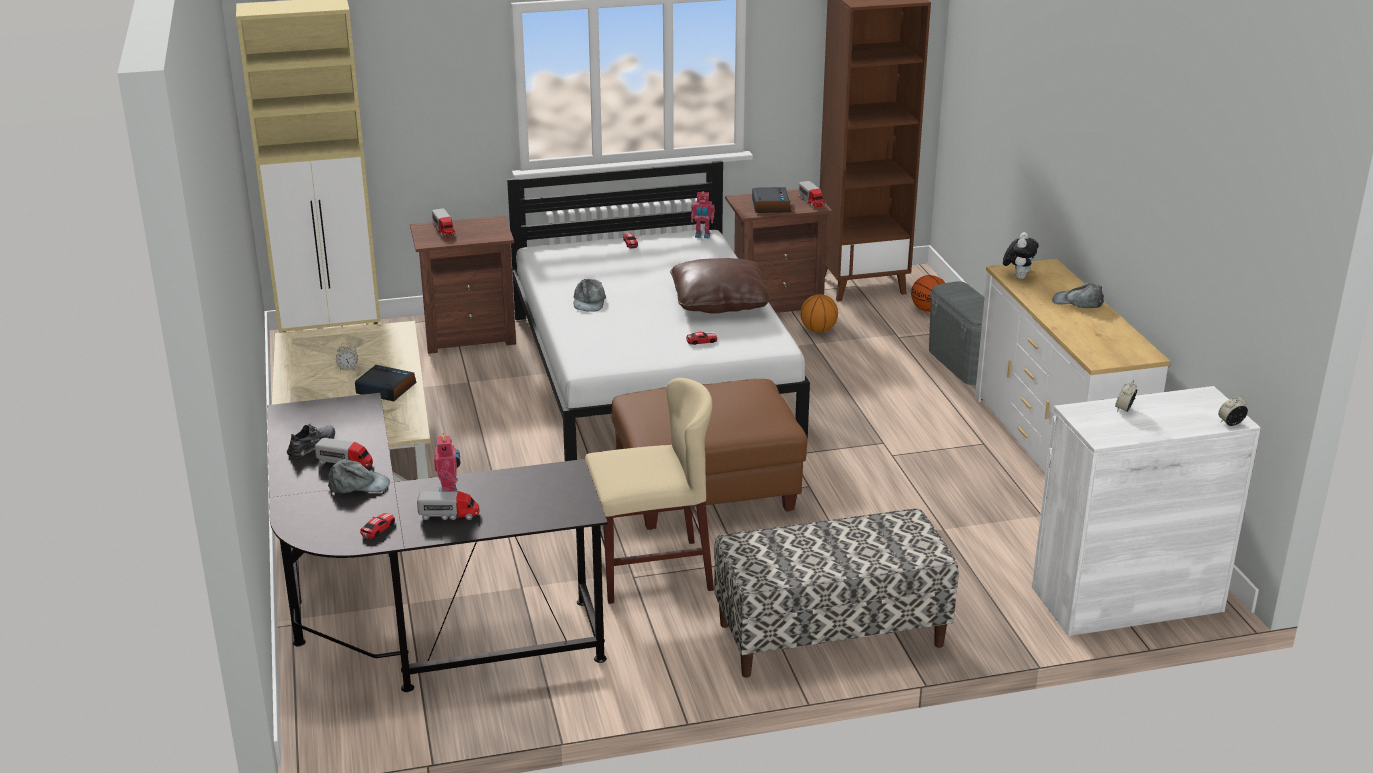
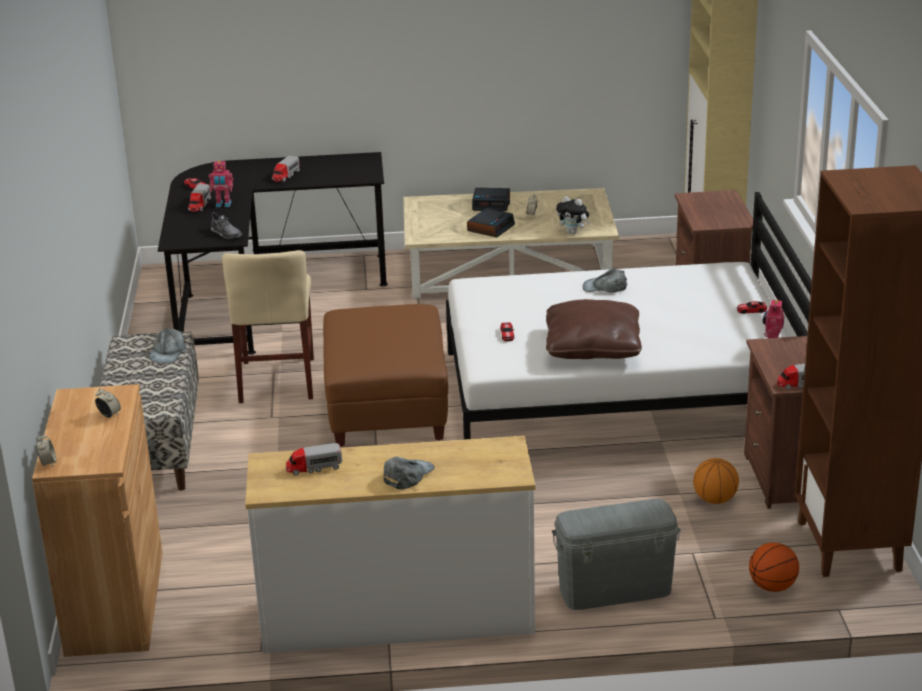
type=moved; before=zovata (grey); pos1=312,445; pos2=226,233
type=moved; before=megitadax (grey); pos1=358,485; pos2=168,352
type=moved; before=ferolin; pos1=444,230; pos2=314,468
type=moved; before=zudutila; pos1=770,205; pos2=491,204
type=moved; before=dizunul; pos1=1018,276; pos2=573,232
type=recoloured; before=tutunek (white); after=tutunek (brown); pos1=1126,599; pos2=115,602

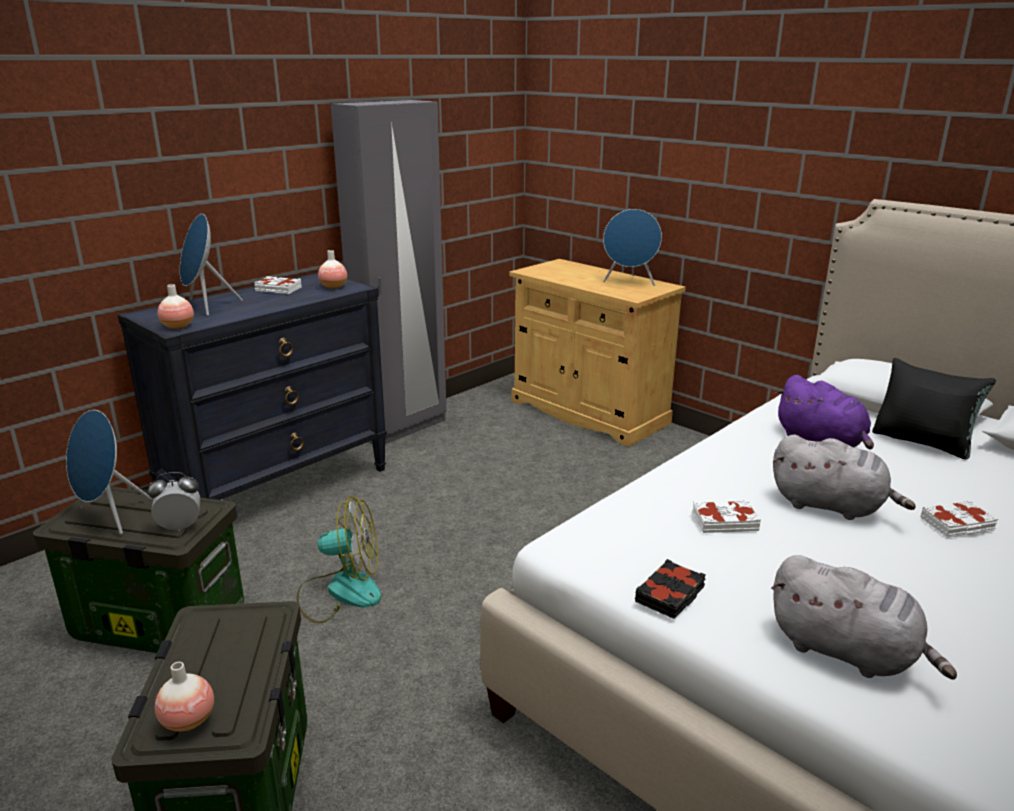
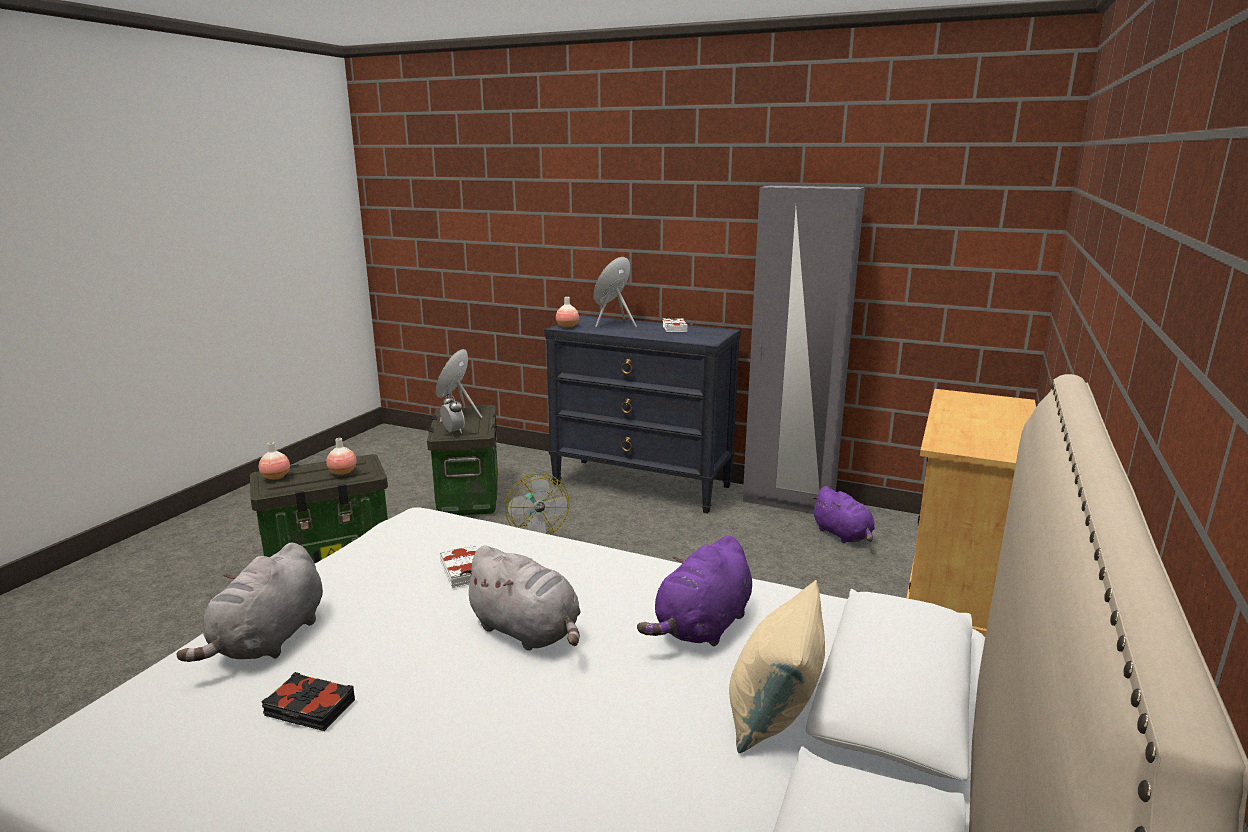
type=removed; before=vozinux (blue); pos1=629,282
type=removed; before=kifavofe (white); pos1=957,525
type=added; after=dizunul (purple); pos2=843,535
type=moved; before=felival; pos1=333,287; pos2=342,472
type=moved; before=kifavofe (black); pos1=670,595; pos2=309,708
type=recoloured; before=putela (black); after=putela (beige); pos1=922,442; pos2=773,713
type=turned; before=dizunul (grey); pos1=831,506; pos2=527,631; turn=-60

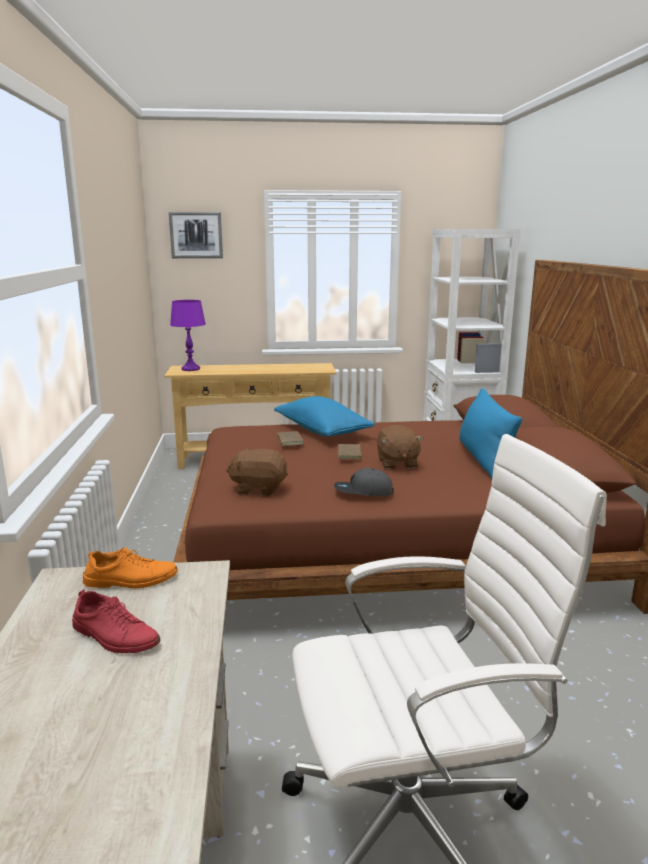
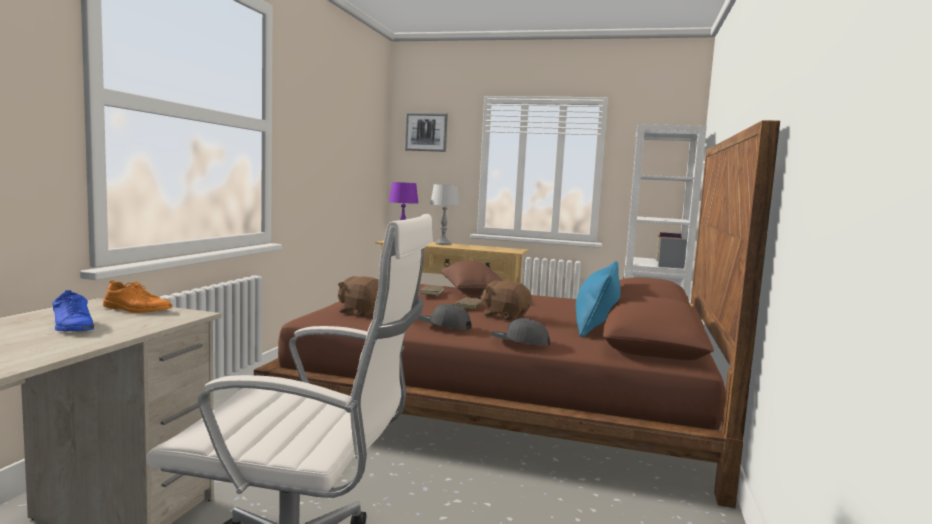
type=added; after=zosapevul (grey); pos2=443,244
type=added; after=megitadax (grey); pos2=519,342
type=recoloured; before=zovata (red); after=zovata (blue); pos1=115,636; pos2=73,326
type=recoloured; before=putela (blue); after=putela (brown); pos1=322,431; pos2=472,292
type=turned; before=dizunul (brown); pos1=397,463; pos2=505,316; turn=105

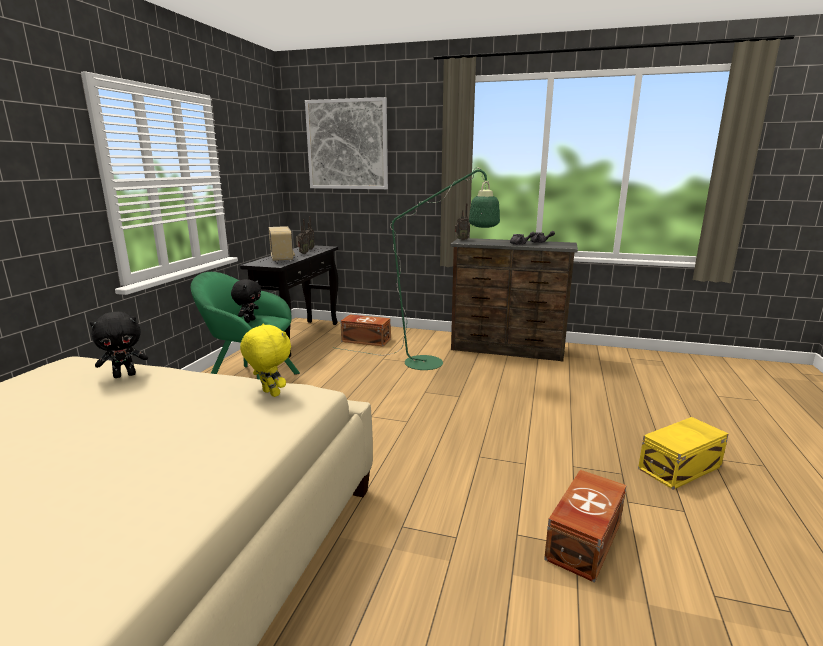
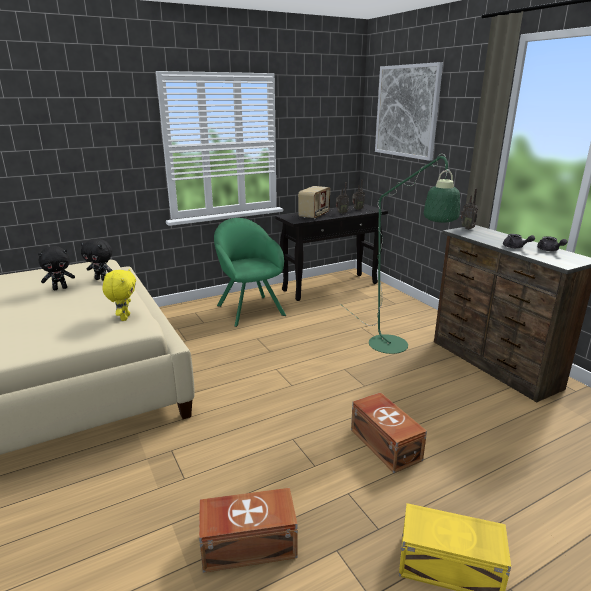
type=moved; before=dizunul (black); pos1=249,321; pos2=60,288
type=moved; before=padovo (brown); pos1=365,340; pos2=385,443

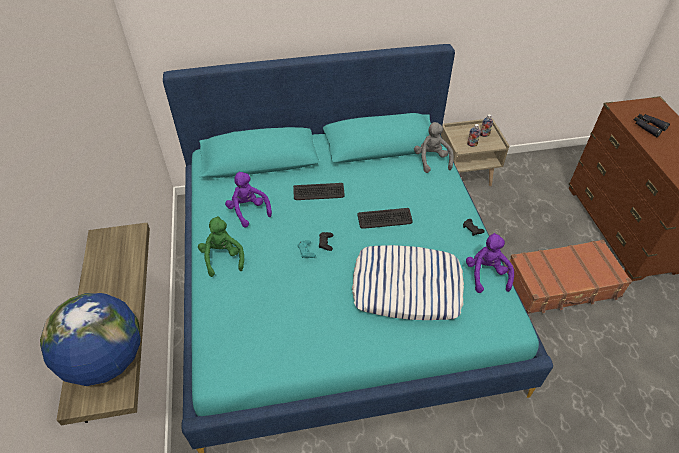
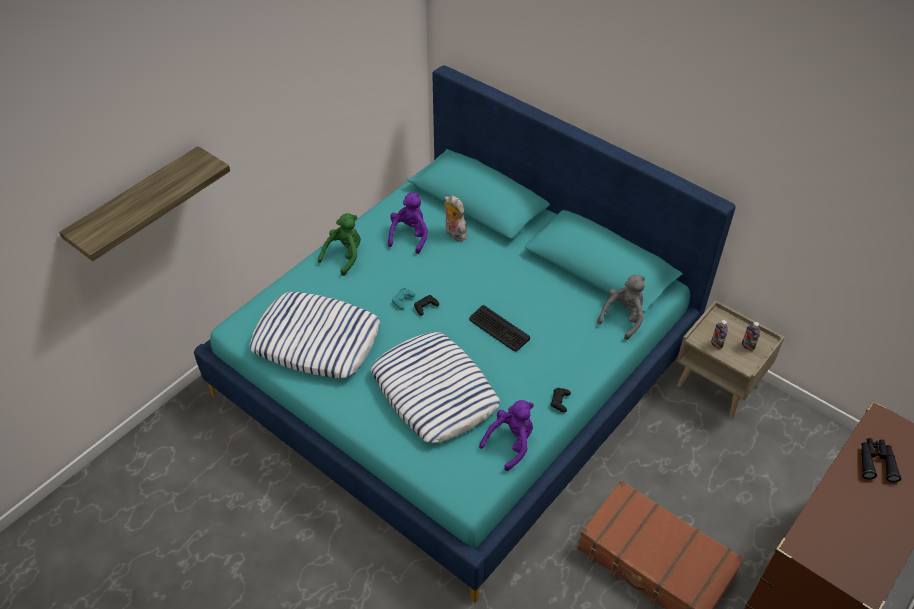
type=removed; before=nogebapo; pos1=106,360
type=removed; before=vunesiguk; pos1=318,192
type=added; after=putela; pos2=317,341
type=added; after=dizunul; pos2=454,234

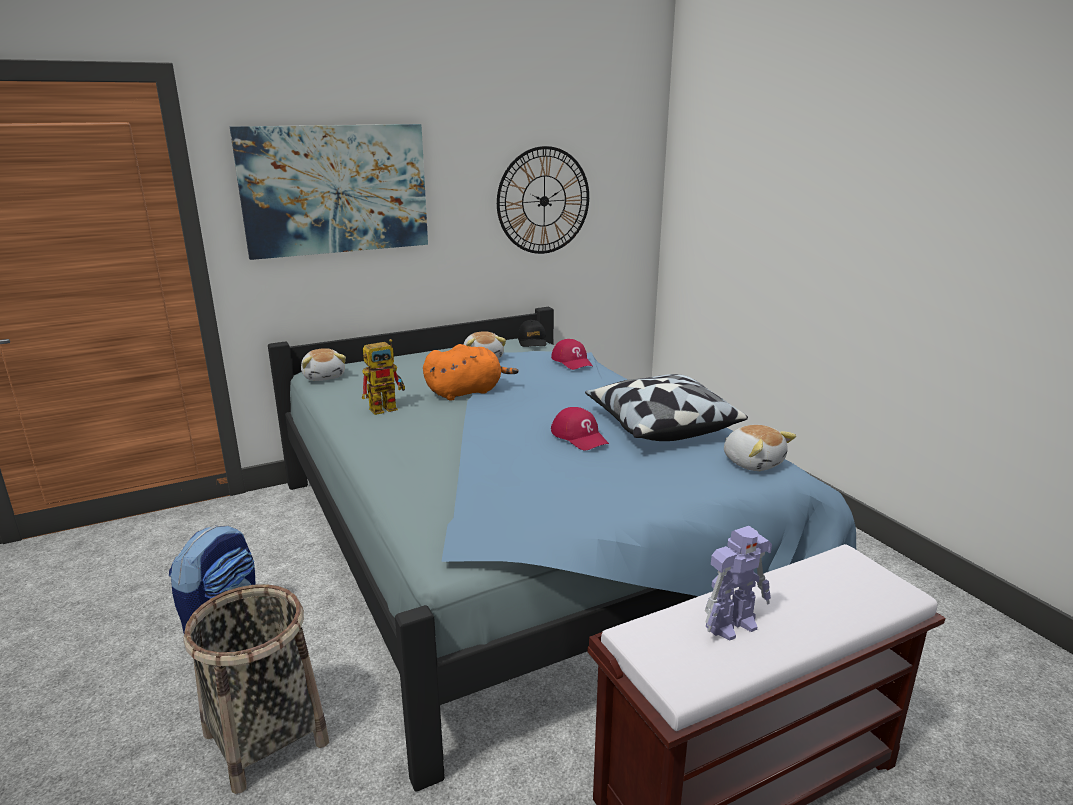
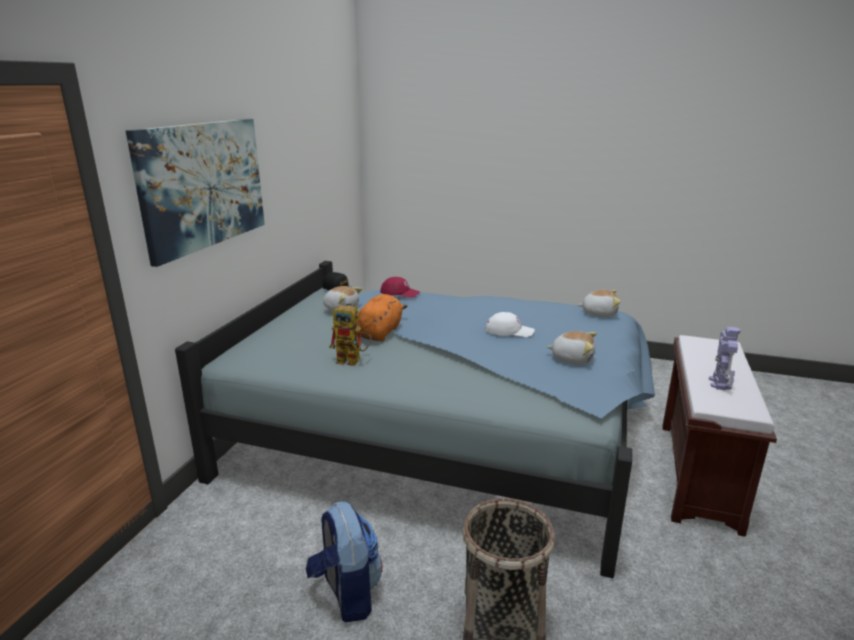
type=removed; before=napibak; pos1=544,201
type=removed; before=putela; pos1=660,426
type=moved; before=dizunul; pos1=324,376; pos2=572,358
type=recoloured; before=megitadax (red); after=megitadax (white); pos1=579,436; pos2=509,331
type=turned; before=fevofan; pos1=388,407; pos2=353,361; turn=90

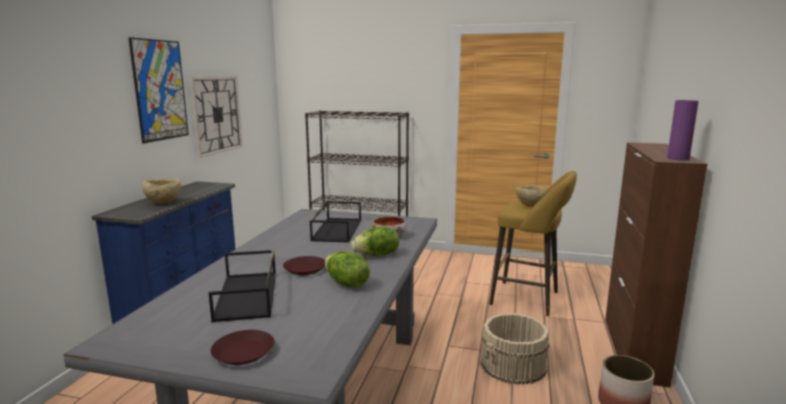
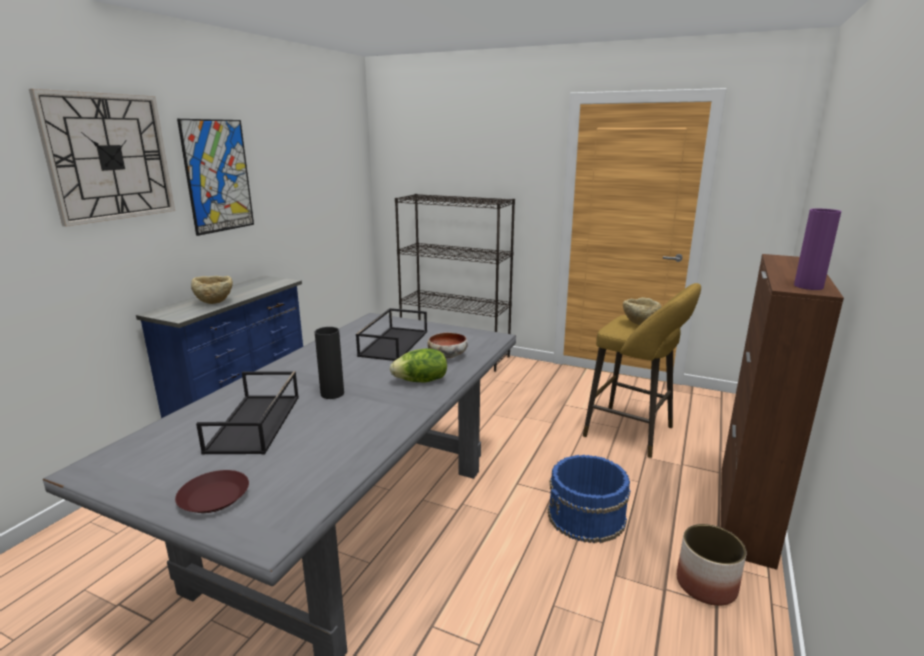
type=removed; before=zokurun; pos1=346,283
type=moved; before=napibak; pos1=216,115; pos2=109,157
type=replaced; before=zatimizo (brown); after=felival (black); pos1=304,269; pos2=332,394
type=recoloured; before=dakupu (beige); after=dakupu (blue); pos1=513,365; pos2=586,517

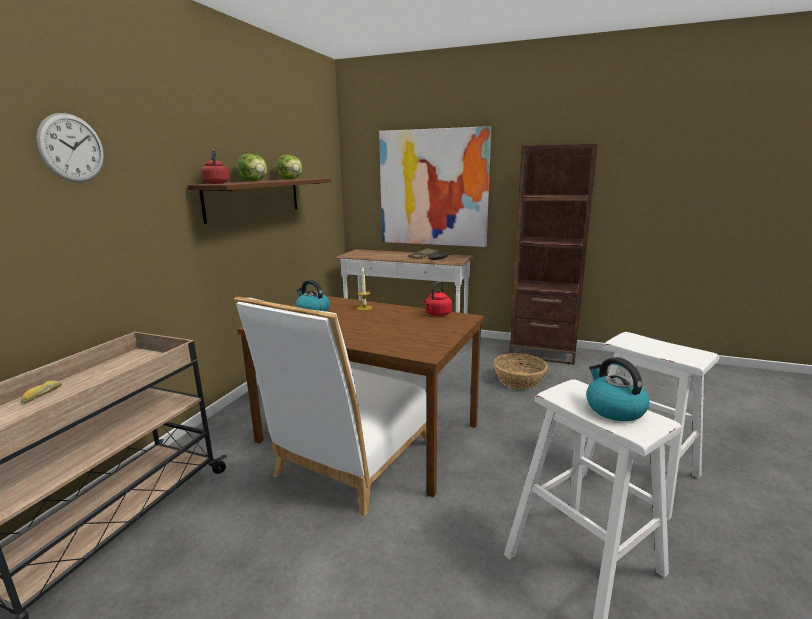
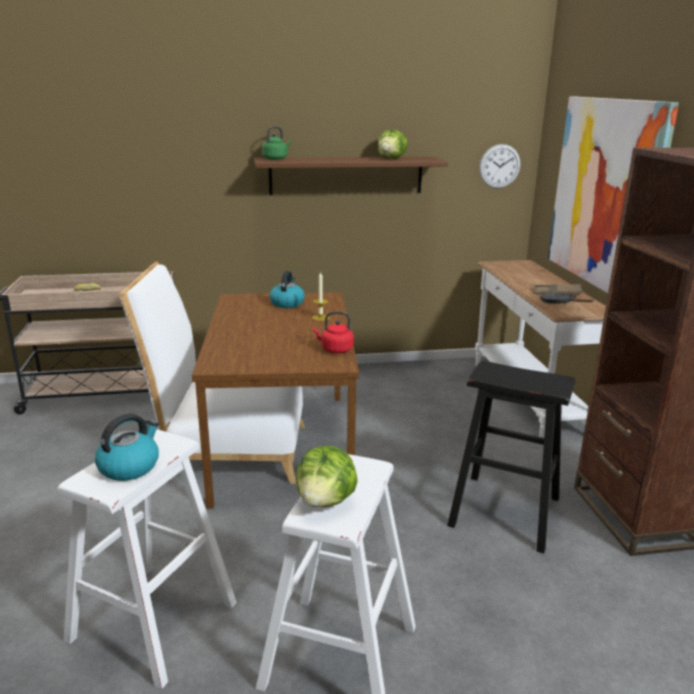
type=moved; before=napibak; pos1=71,148; pos2=499,166
type=moved; before=zokurun; pos1=254,181; pos2=326,501
type=replaced; before=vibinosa; after=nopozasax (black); pos1=519,380; pos2=505,511
type=recoloured; before=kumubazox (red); after=kumubazox (green); pos1=216,183; pos2=276,159

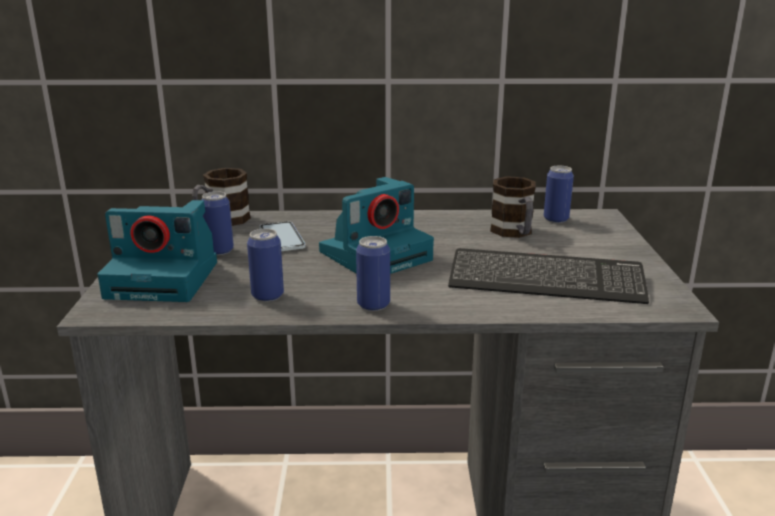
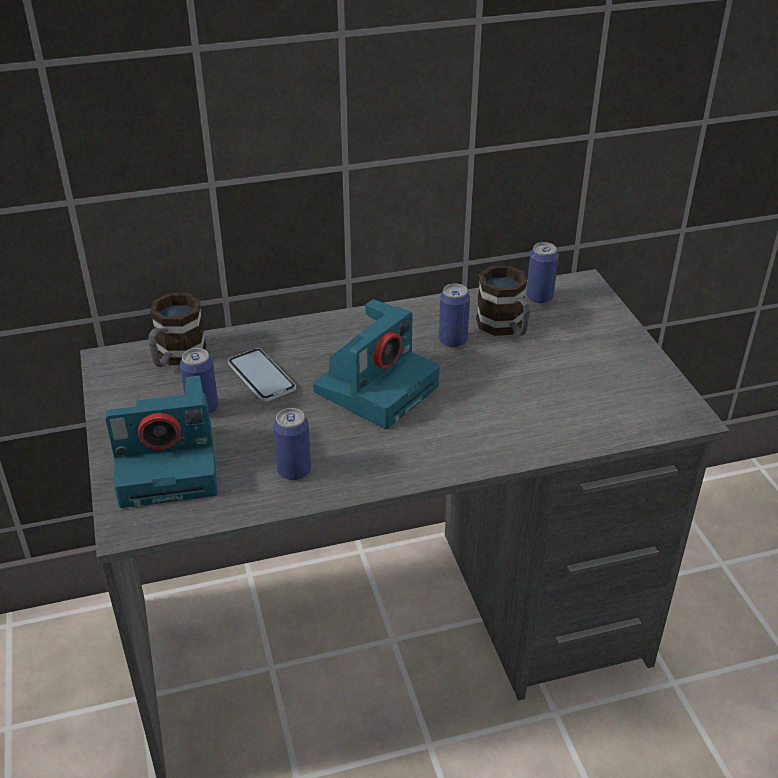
type=removed; before=vunesiguk; pos1=545,280
type=moved; before=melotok; pos1=373,304; pos2=453,341

